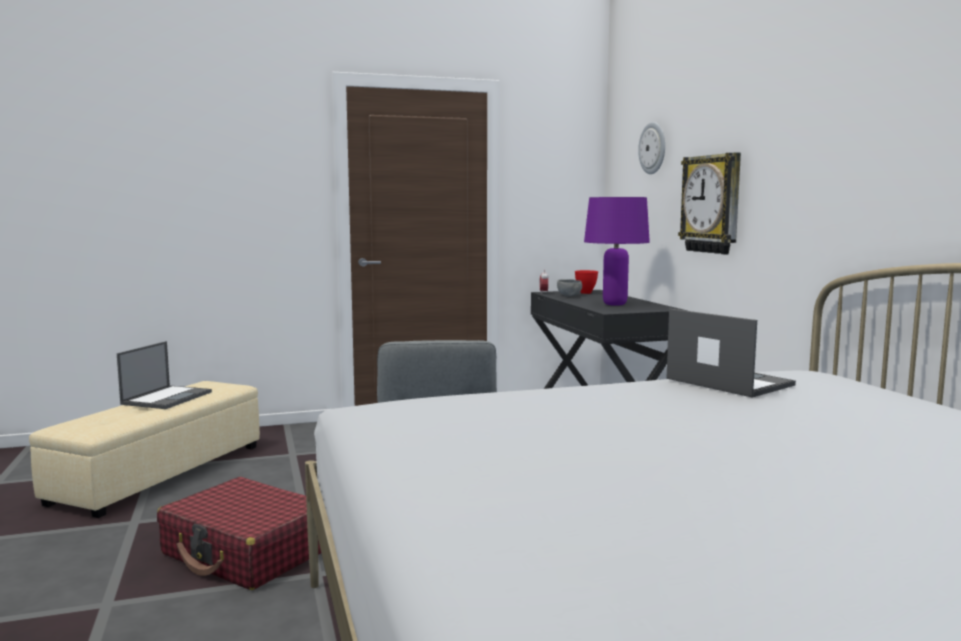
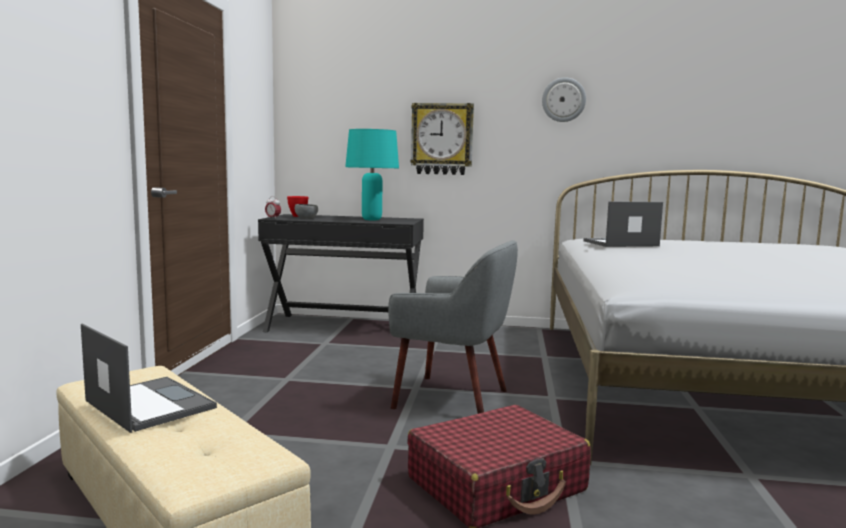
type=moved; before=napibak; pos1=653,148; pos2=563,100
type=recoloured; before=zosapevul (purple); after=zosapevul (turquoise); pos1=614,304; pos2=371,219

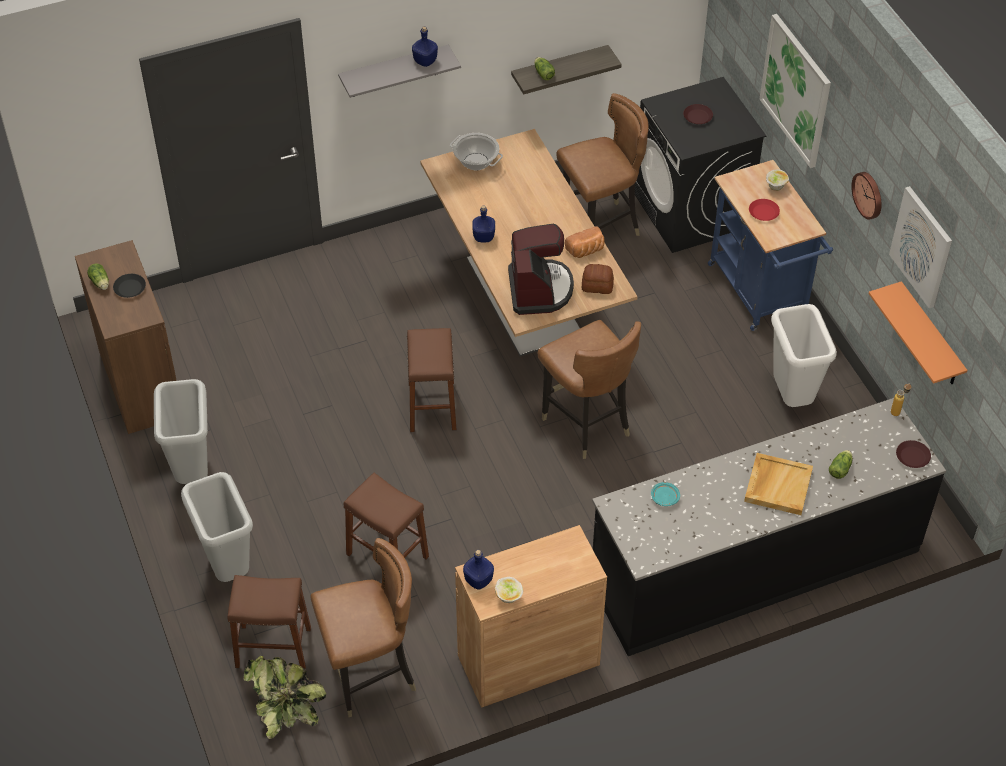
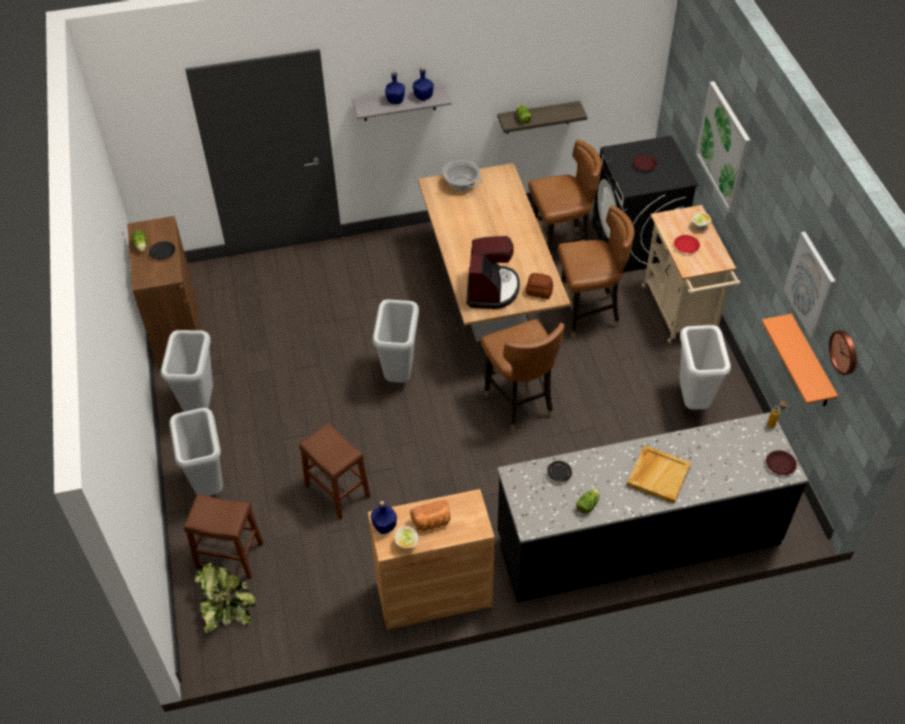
type=moved; before=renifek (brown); pos1=370,676; pos2=588,315
type=moved; before=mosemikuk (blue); pos1=483,237; pos2=395,100
type=moved; before=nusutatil; pos1=586,251; pos2=432,522
type=moved; before=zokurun; pos1=841,468; pos2=588,504
type=moved; before=napibak; pos1=869,194; pos2=845,352
type=replaced; before=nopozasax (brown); after=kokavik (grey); pos1=432,406; pos2=398,374
type=recoloured; before=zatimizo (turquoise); after=zatimizo (black); pos1=664,497; pos2=558,474
type=recoloured; before=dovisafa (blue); after=dovisafa (beige); pos1=760,294; pos2=681,314

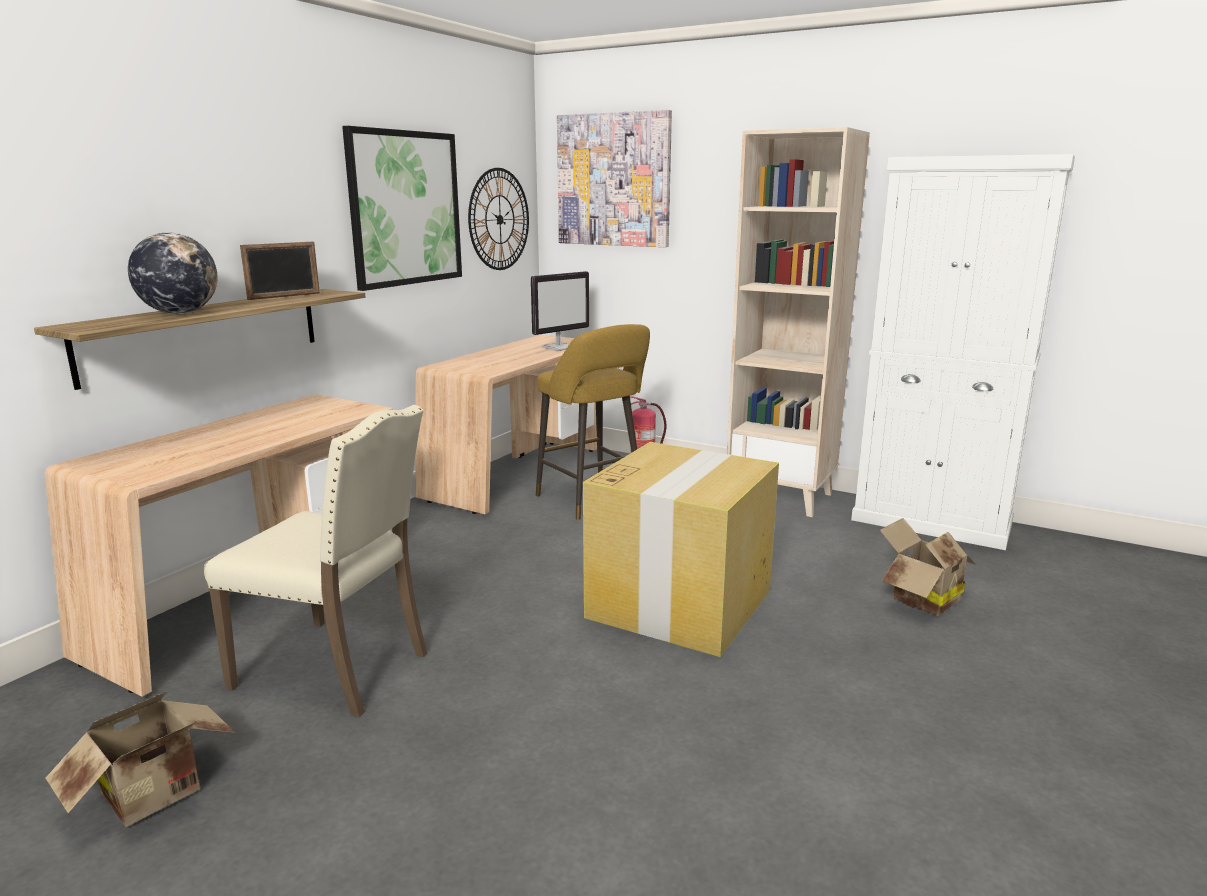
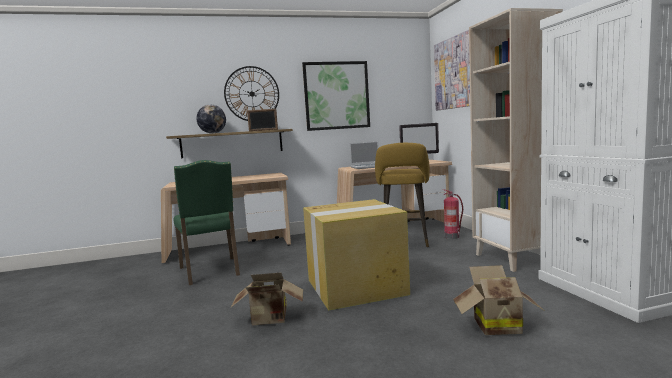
type=added; after=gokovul; pos2=368,167
type=moved; before=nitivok; pos1=157,796; pos2=270,319
type=moved; before=napibak; pos1=499,219; pos2=252,94
type=recoloured; before=renifek (beige); after=renifek (green); pos1=337,669; pos2=211,271

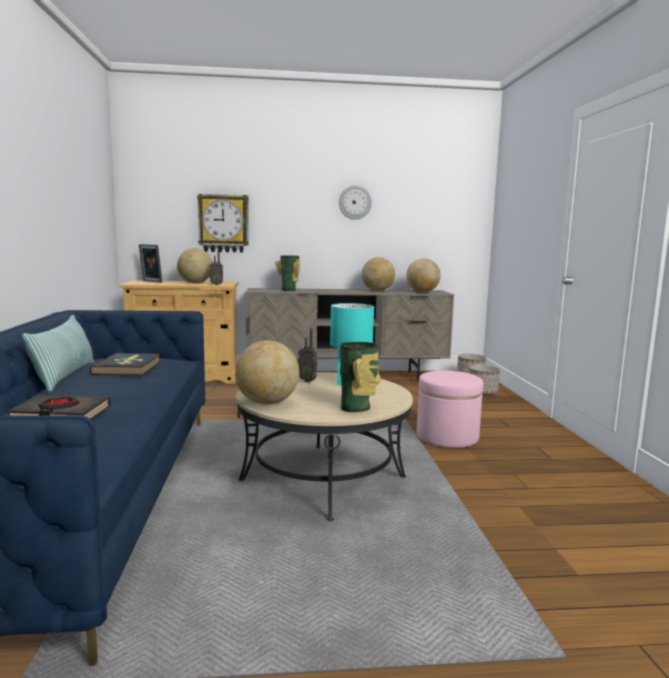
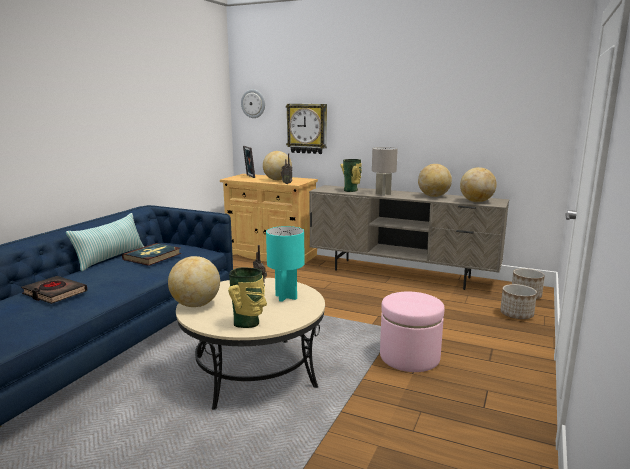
type=added; after=zosapevul (grey); pos2=383,194
type=moved; before=napibak; pos1=355,202; pos2=253,103

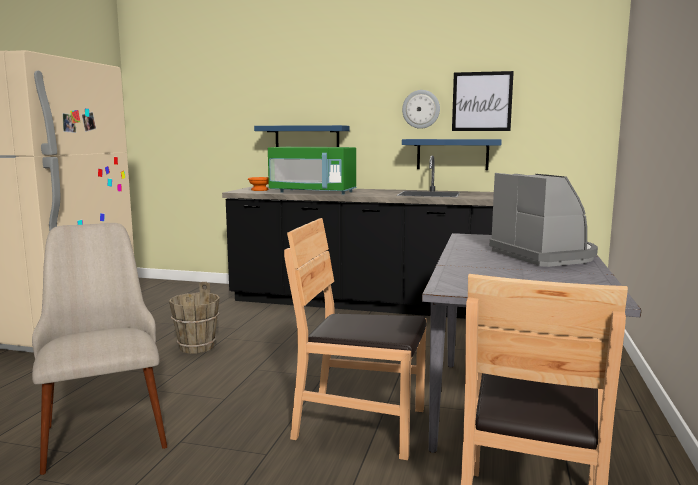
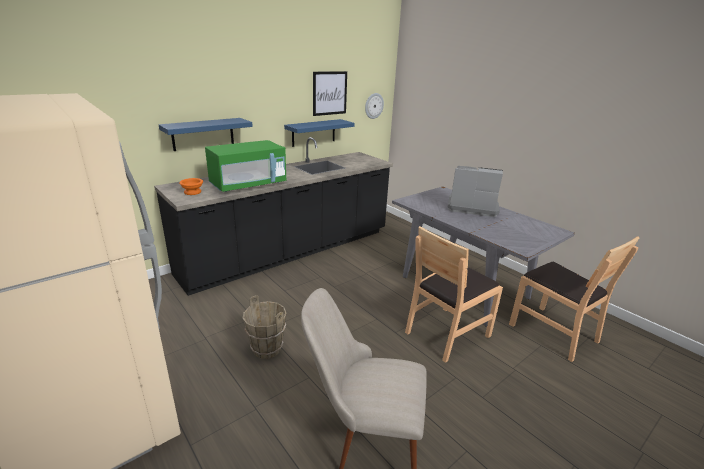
type=moved; before=napibak; pos1=421,109; pos2=373,105

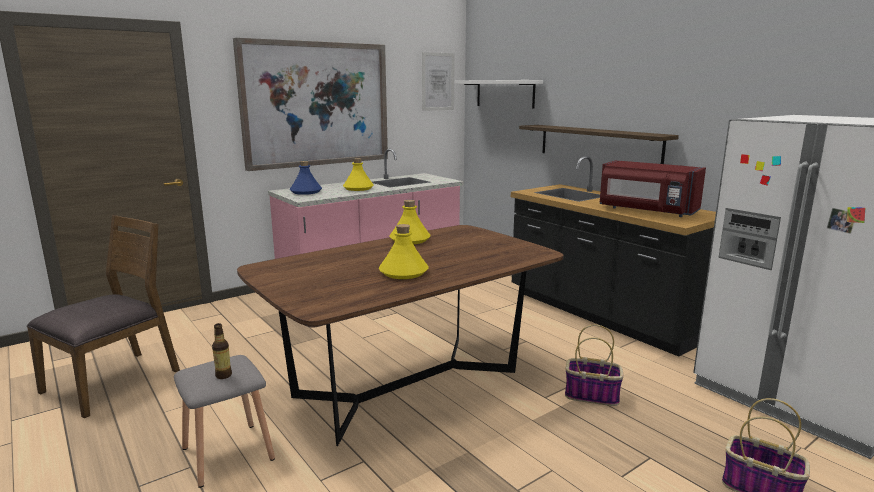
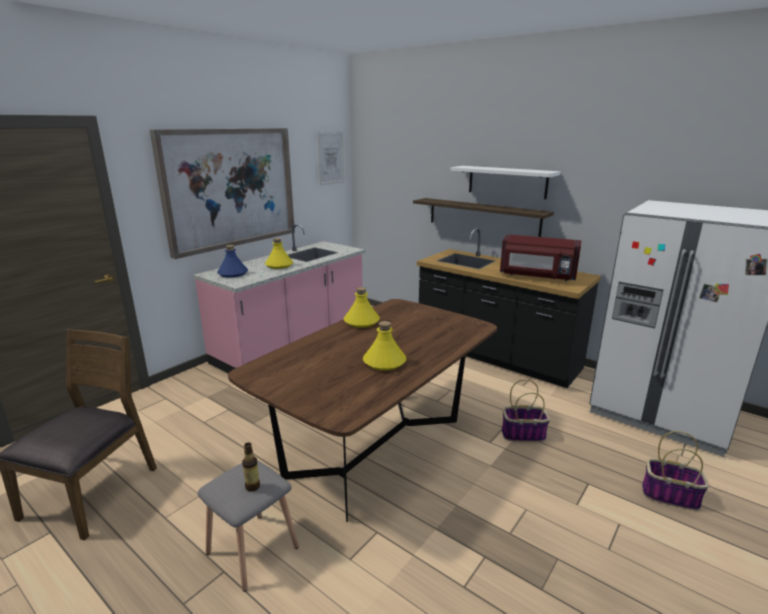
type=moved; before=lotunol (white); pos1=505,93; pos2=507,182

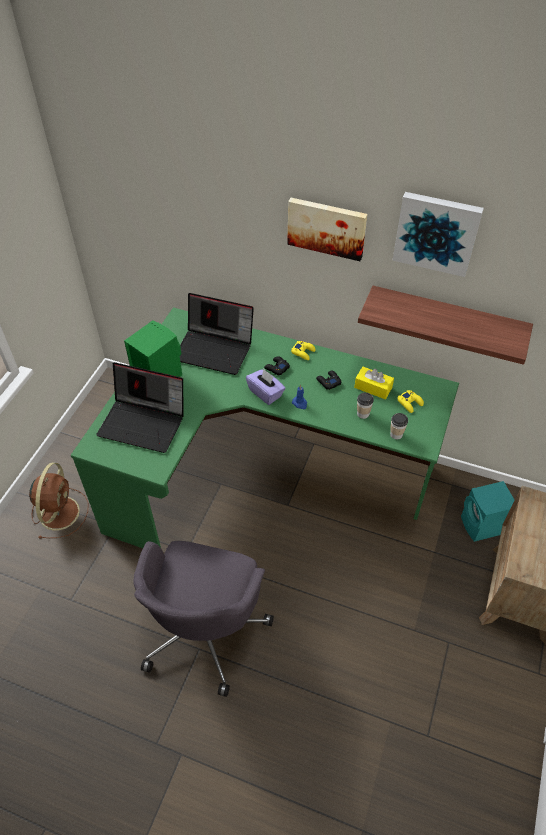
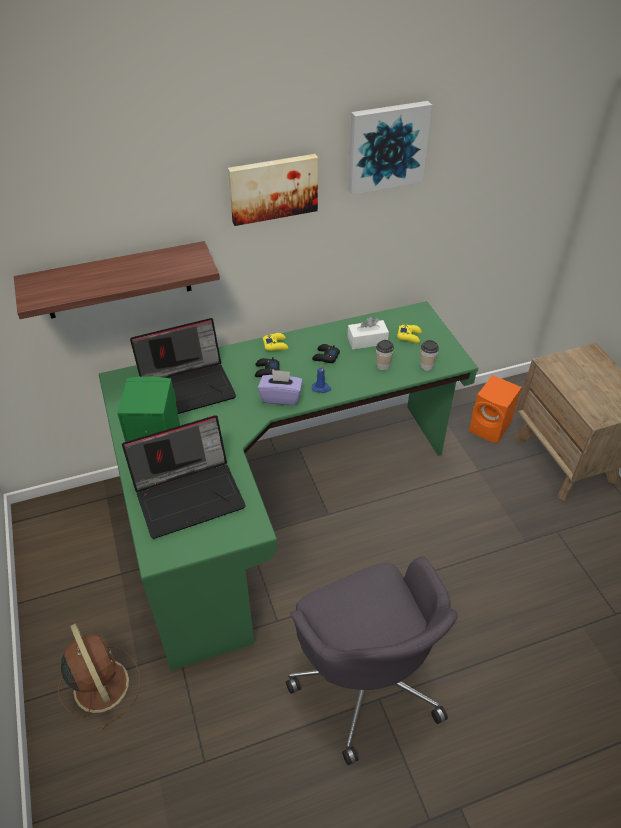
type=moved; before=lotunol; pos1=446,321; pos2=117,281
type=recoloured; before=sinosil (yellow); after=sinosil (white); pos1=373,387; pos2=367,341
type=recoloured; before=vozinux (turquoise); after=vozinux (orange); pos1=482,526; pos2=491,428

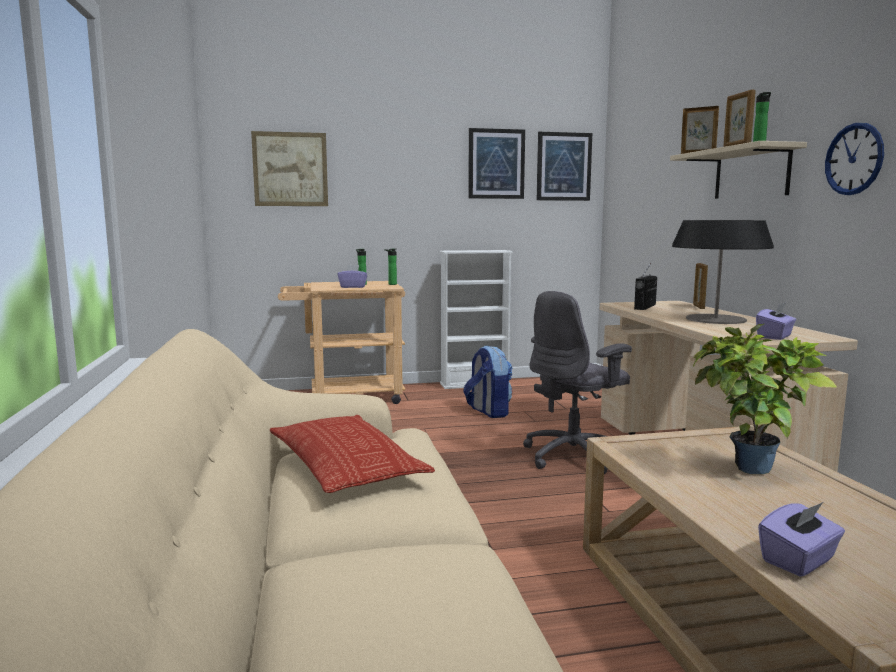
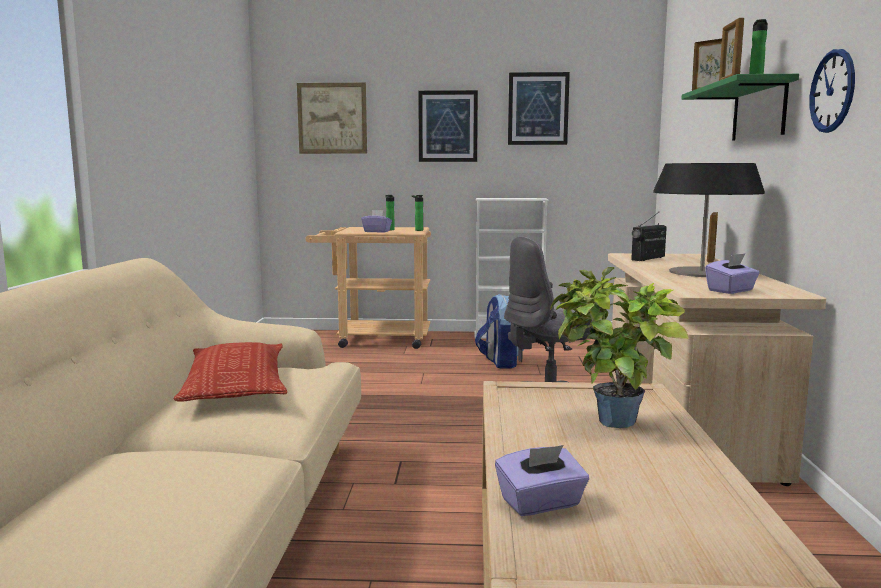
type=moved; before=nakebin; pos1=563,166; pos2=448,126
type=recoloured; before=lotunol (beige); after=lotunol (green); pos1=751,173; pos2=759,111

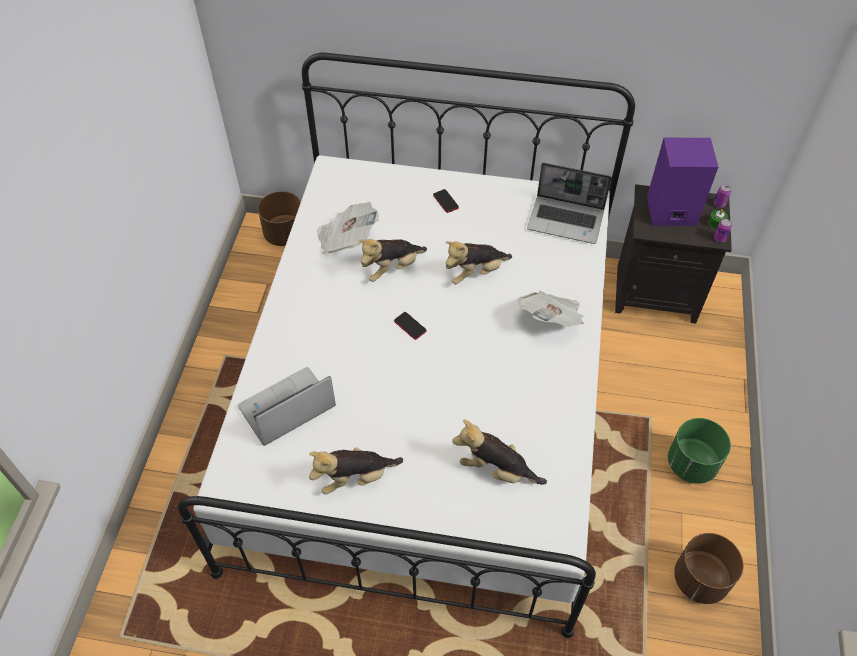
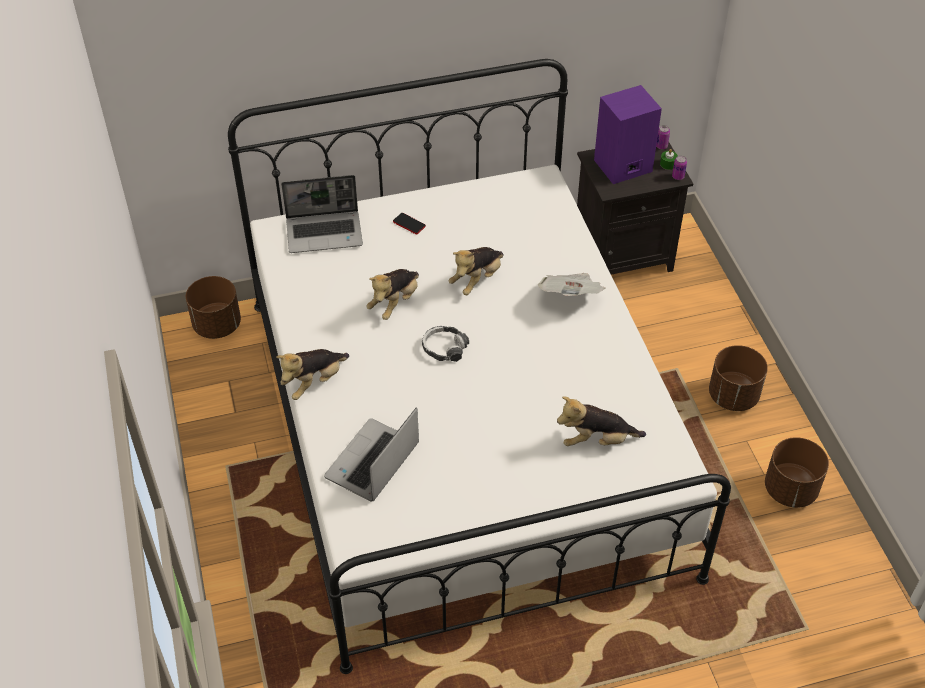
type=removed; before=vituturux; pos1=347,239
type=moved; before=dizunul; pos1=355,478; pos2=314,382
type=moved; before=gokovul; pos1=566,220; pos2=325,232
type=replaced; before=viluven; after=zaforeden; pos1=410,326; pos2=444,348
type=recoloured; before=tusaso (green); after=tusaso (brown); pos1=691,464; pos2=733,396

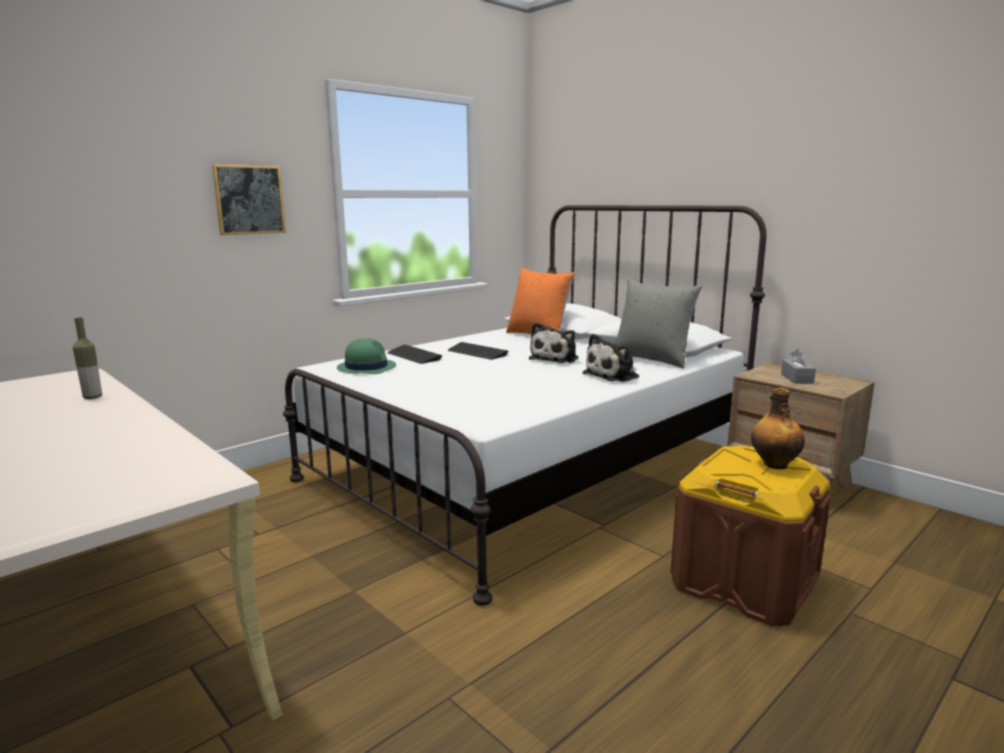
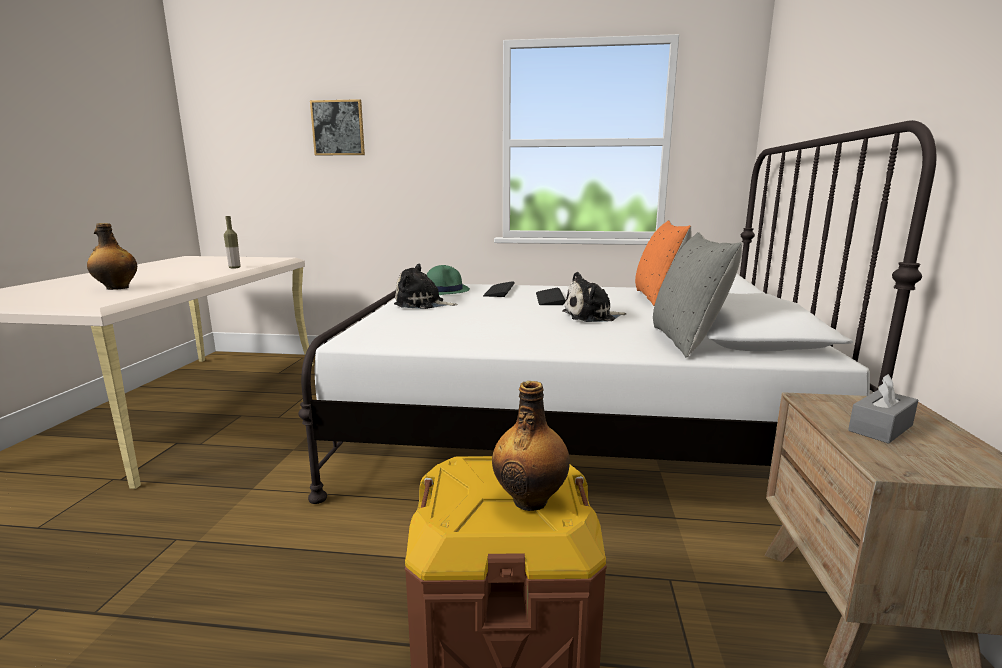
type=added; after=mosemikuk; pos2=116,288
type=moved; before=nakebin; pos1=249,200; pos2=338,128
type=moved; before=dizunul; pos1=614,375; pos2=422,304

